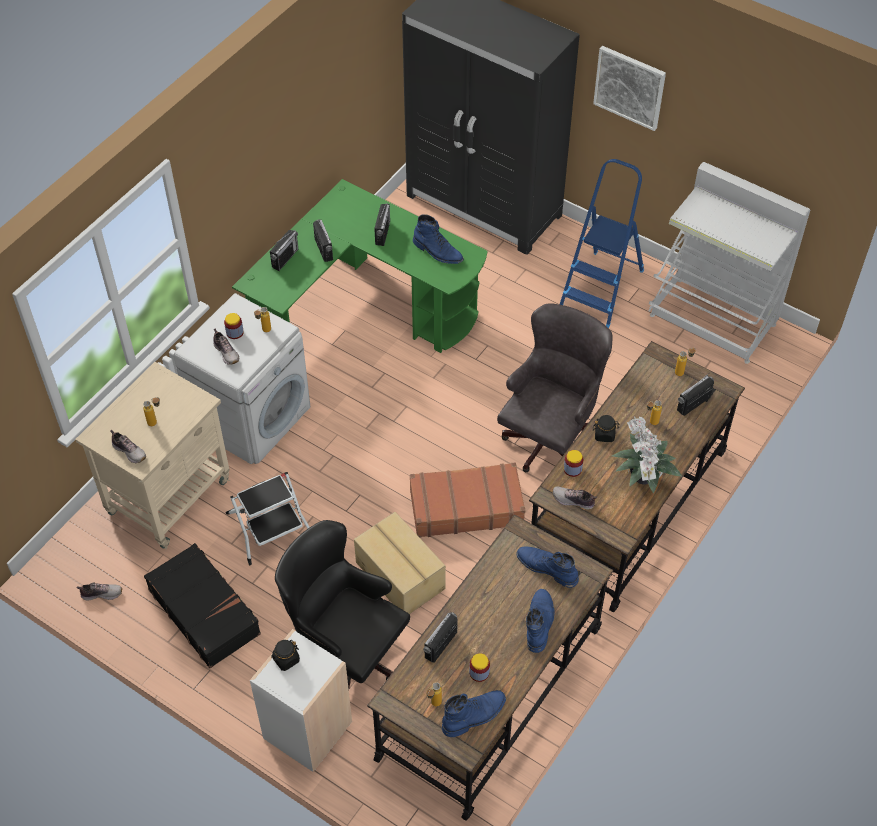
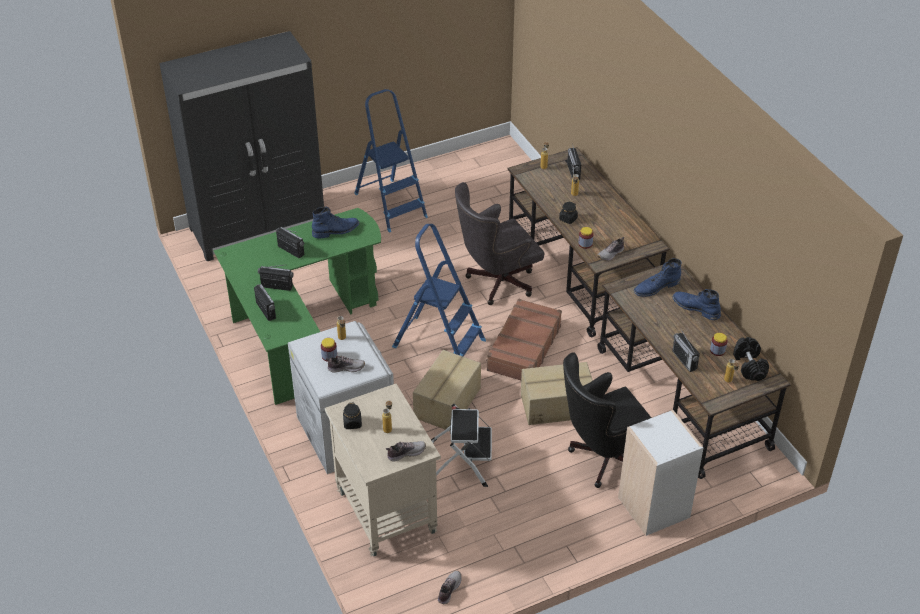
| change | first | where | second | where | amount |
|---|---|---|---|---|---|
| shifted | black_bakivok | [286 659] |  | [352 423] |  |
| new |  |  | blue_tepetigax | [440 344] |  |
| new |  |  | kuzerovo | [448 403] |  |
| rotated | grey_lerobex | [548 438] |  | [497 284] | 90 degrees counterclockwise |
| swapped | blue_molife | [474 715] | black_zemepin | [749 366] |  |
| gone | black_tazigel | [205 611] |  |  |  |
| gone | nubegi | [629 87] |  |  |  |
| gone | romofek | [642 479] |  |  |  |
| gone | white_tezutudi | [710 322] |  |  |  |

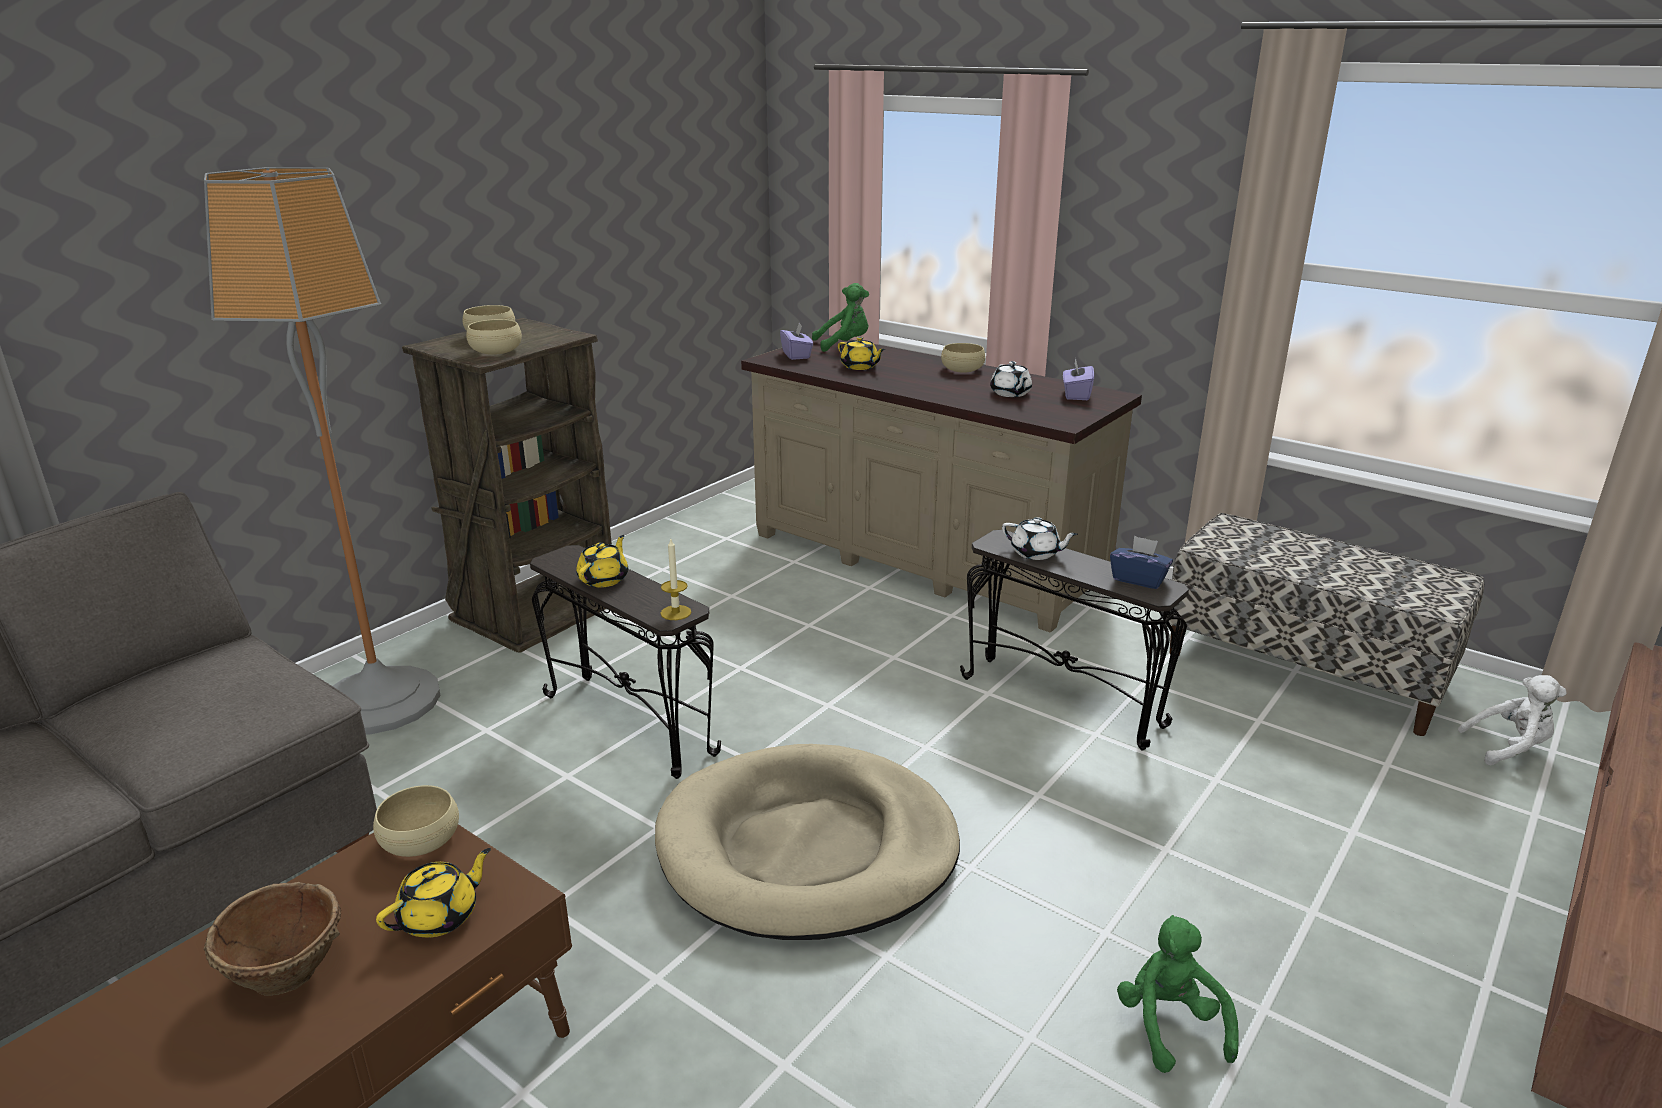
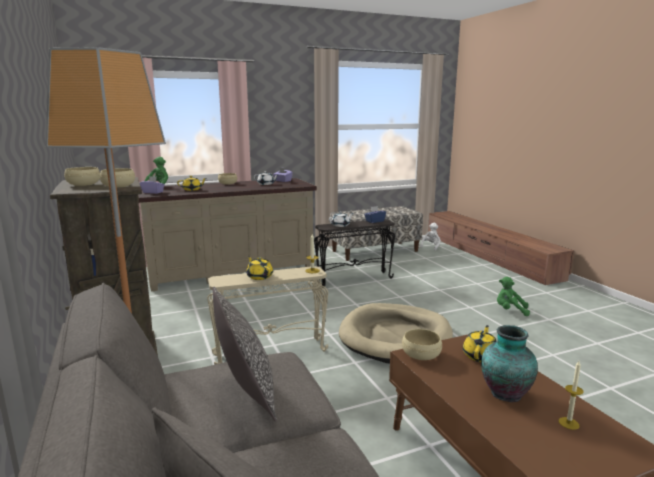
| change | first | where | second | where | amount |
|---|---|---|---|---|---|
| repainted | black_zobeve | [629 725] | beige_zobeve | [270 353] |  |
| new |  |  | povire | [246 393] |  |
| rotated | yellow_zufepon | [440 916] |  | [480 356] | 45 degrees clockwise |
| swapped | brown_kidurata | [288 972] | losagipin | [505 393] |  |
| new |  |  | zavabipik | [568 423] |  |

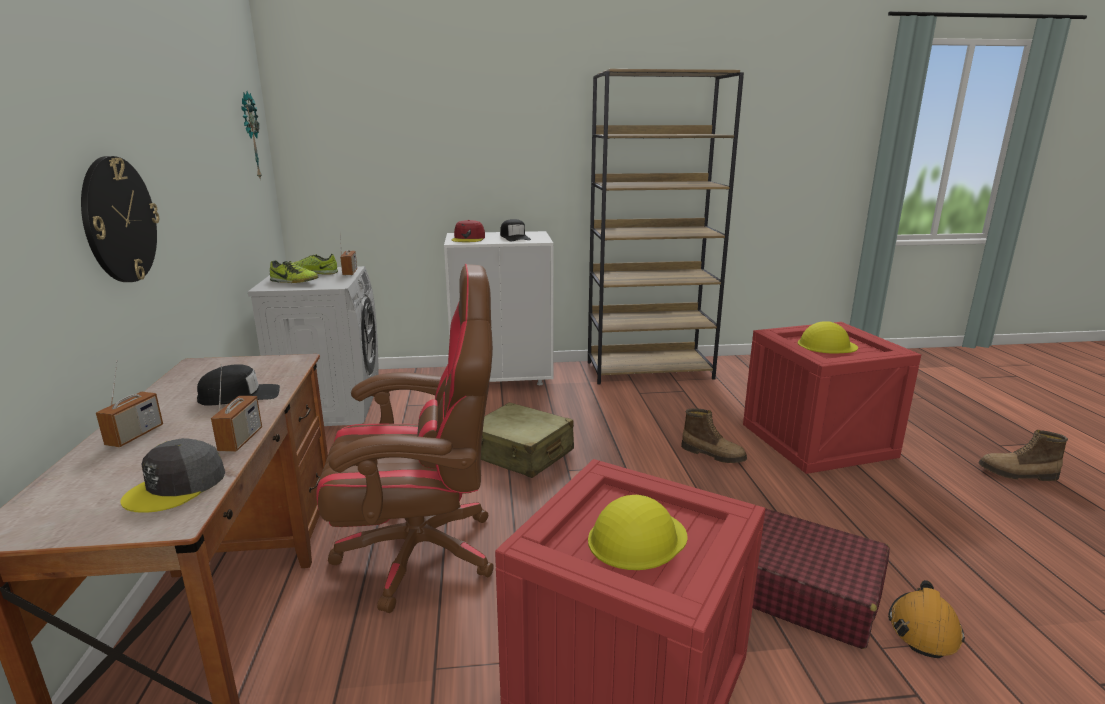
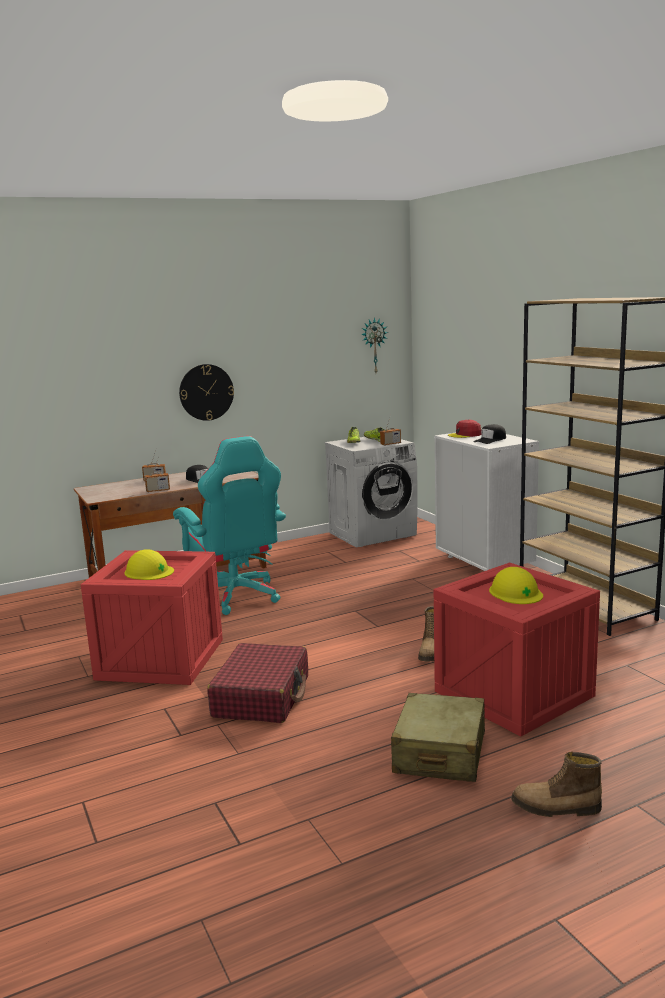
| change | first | where | second | where | amount |
|---|---|---|---|---|---|
| repainted | brown_lerobex | [418 553] | turquoise_lerobex | [235 596] |  |
| shifted | beige_tazigel | [521 454] |  | [440 753] |  |
| rotated | molife | [1017 474] |  | [556 808] | 75 degrees counterclockwise |
| gone | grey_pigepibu | [176 486] |  |  |  |
| gone | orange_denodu | [923 629] |  |  |  |

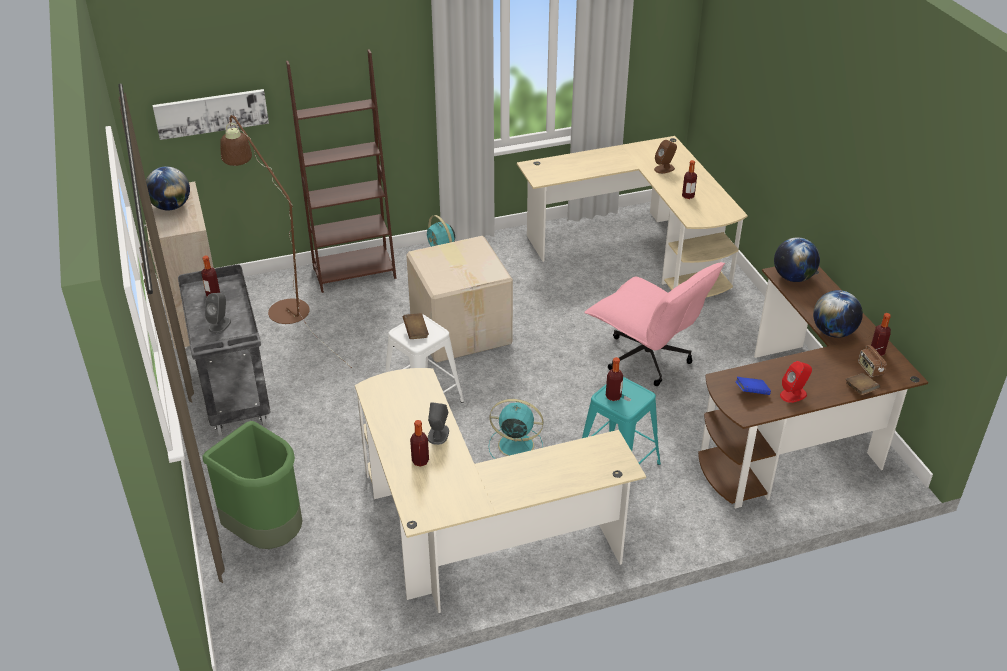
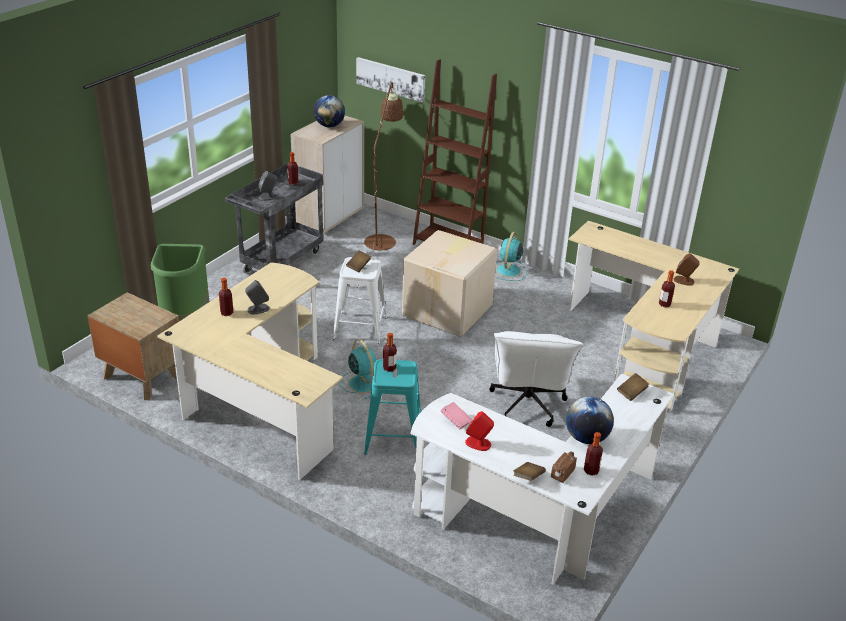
| change | first | where | second | where | amount |
|---|---|---|---|---|---|
| new |  |  | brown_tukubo | [142 376] |  |
| repainted | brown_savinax | [797 432] | white_savinax | [540 516] |  |
| repainted | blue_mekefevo | [751 392] | pink_mekefevo | [456 421] |  |
| repainted | pink_lerobex | [646 357] | white_lerobex | [527 402] |  |
| swapped | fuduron | [793 277] | brown_mekefevo | [632 392] |  |

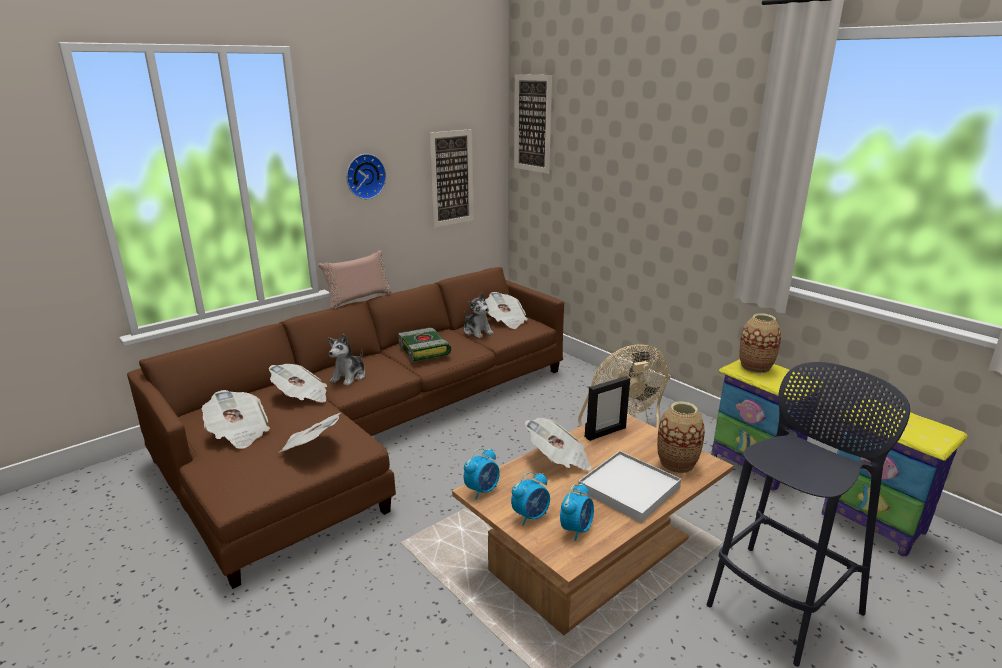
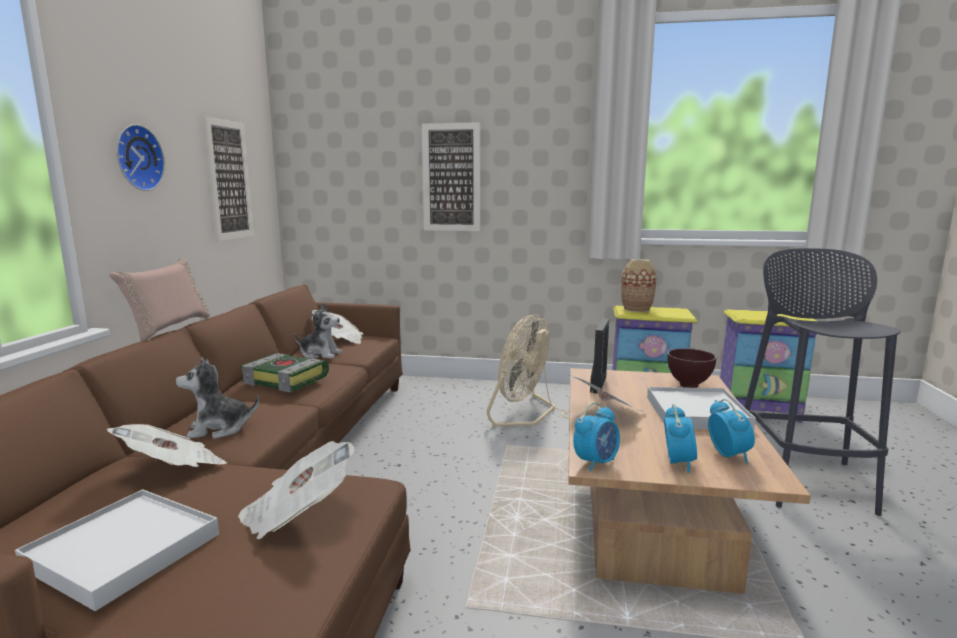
| change | first | where | second | where | amount |
|---|---|---|---|---|---|
| swapped | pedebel | [238 433] | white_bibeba | [124 550] |  |
| rotated | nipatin | [349 377] |  | [219 429] | 90 degrees clockwise |
| shifted | nubegi | [532 123] |  | [451 178] |  |
| rotated | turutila | [482 490] |  | [596 462] | 45 degrees clockwise |
| swapped | losagipin | [676 464] | brown_kidurata | [687 386] |  |

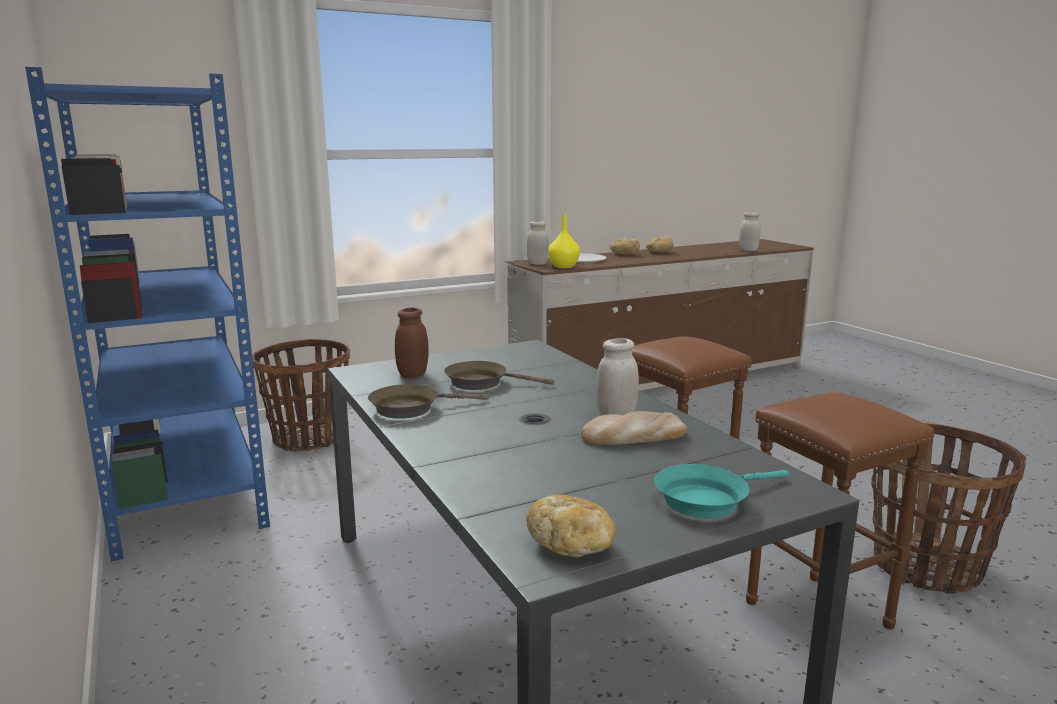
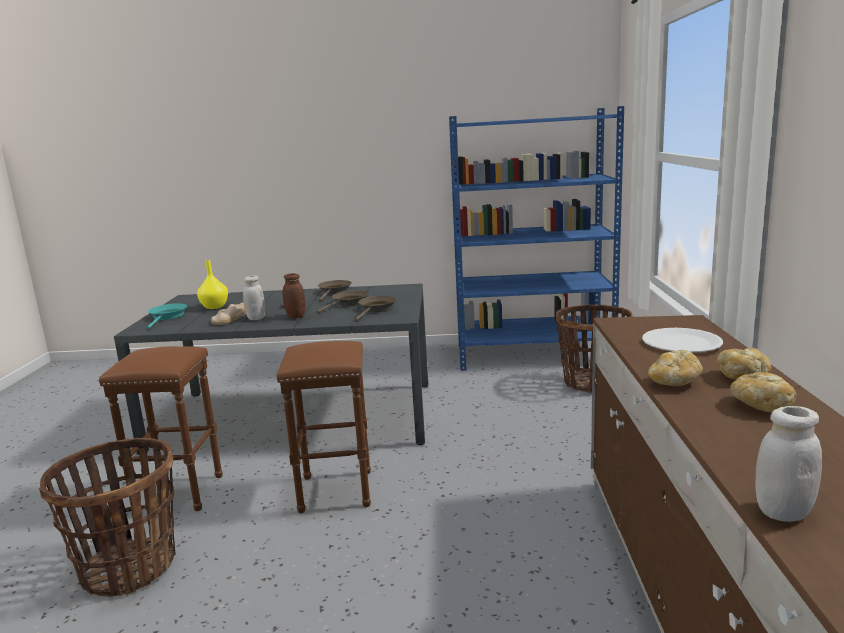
| change | first | where | second | where | amount |
|---|---|---|---|---|---|
| shifted | yellow_losagipin | [564 267] |  | [214 307] |  |
| shifted | brown_bakivok | [413 375] |  | [296 316] |  |
| new |  |  | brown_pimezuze | [376 309] |  |
| shifted | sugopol | [572 545] |  | [674 382] |  |
| gone | white_bakivok | [537 264] |  |  |  |

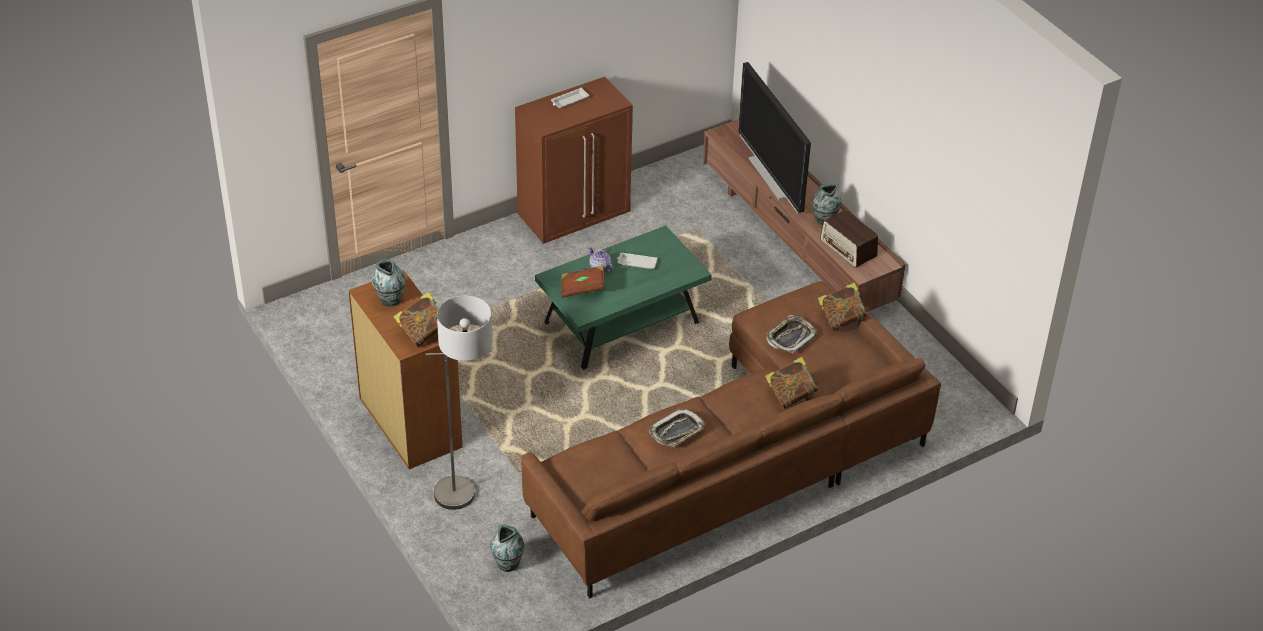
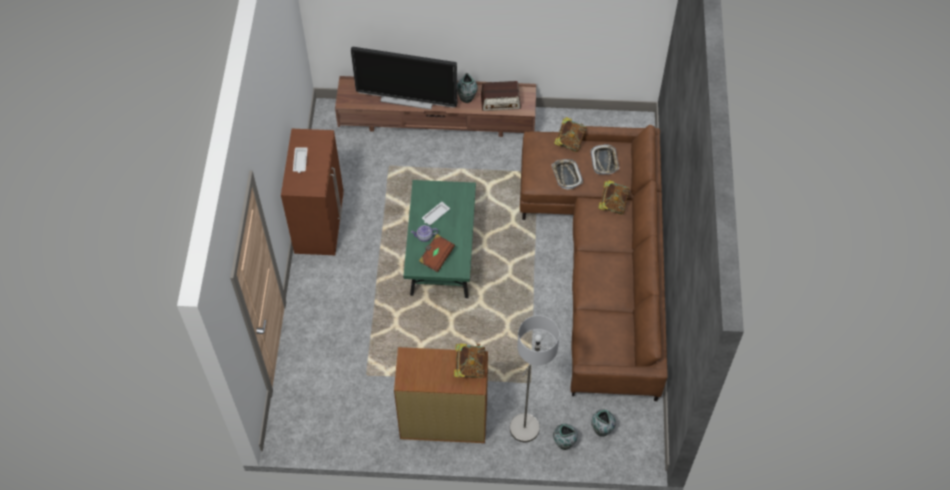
| change | first | where | second | where | amount |
|---|---|---|---|---|---|
| shifted | losagipin | [390 299] |  | [563 443] |  |
| shifted | bibeba | [677 431] |  | [604 161] |  |

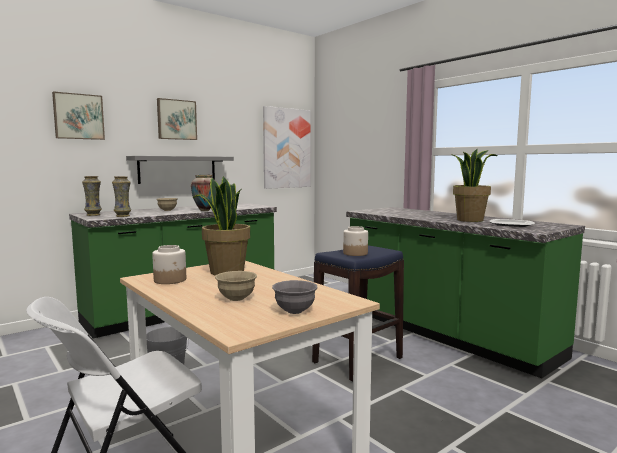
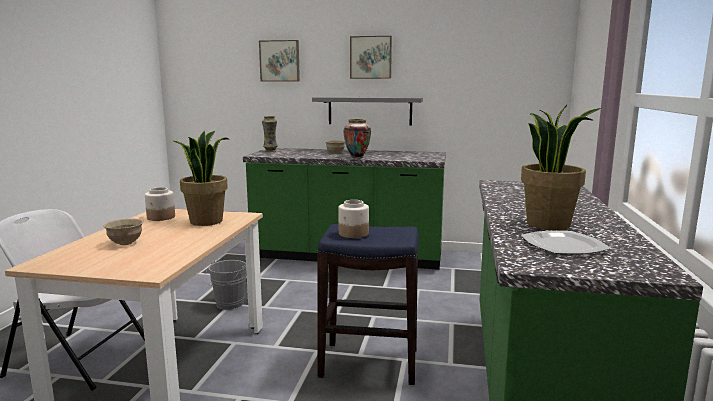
| change | first | where | second | where | amount |
|---|---|---|---|---|---|
| gone | losagipin | [123 216] |  |  |  |
| gone | nubegi | [286 148] |  |  |  |
| gone | grey_kidurata | [294 311] |  |  |  |

